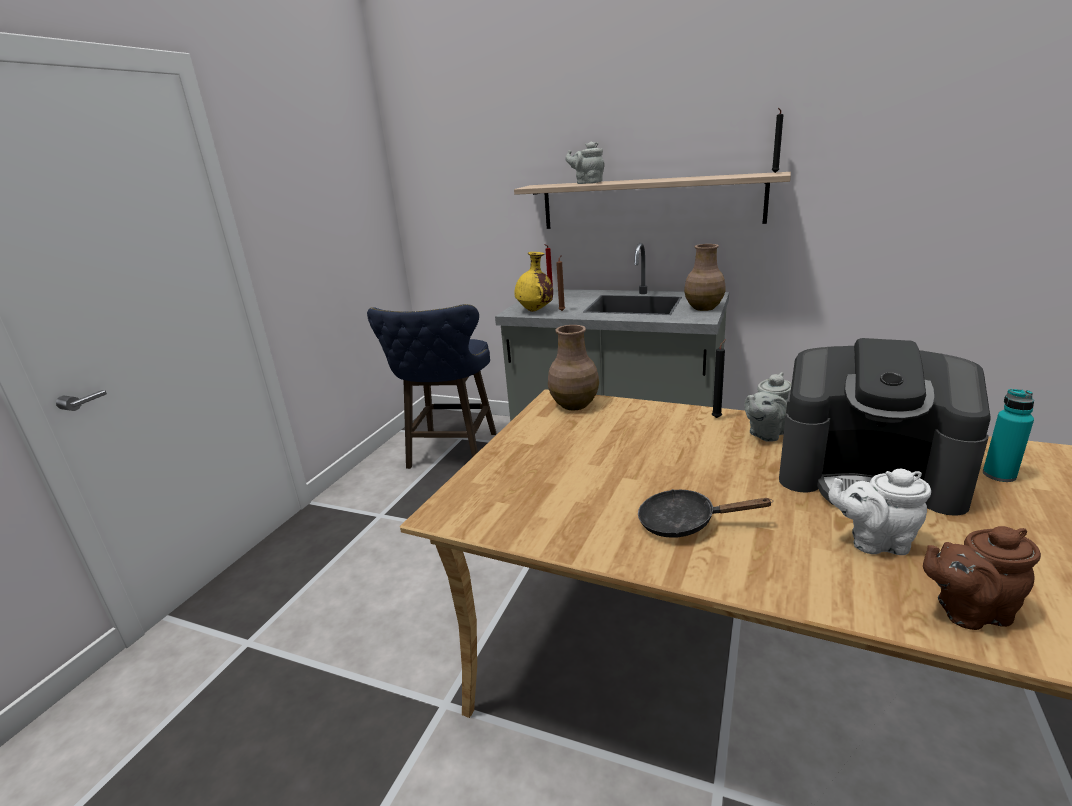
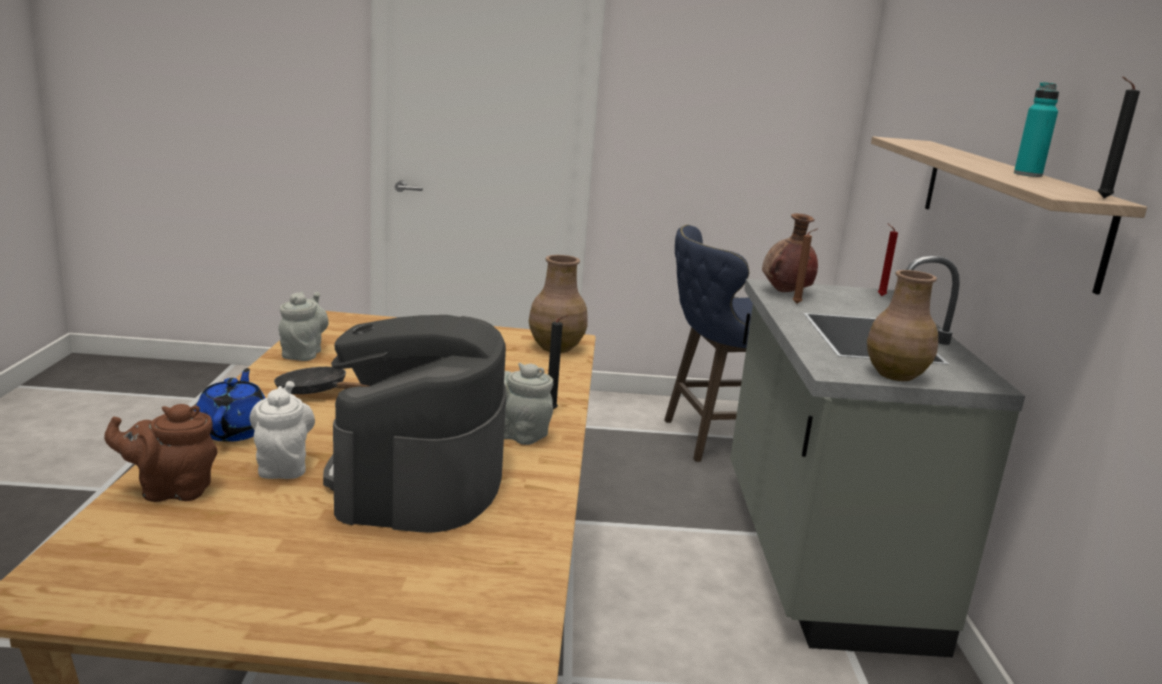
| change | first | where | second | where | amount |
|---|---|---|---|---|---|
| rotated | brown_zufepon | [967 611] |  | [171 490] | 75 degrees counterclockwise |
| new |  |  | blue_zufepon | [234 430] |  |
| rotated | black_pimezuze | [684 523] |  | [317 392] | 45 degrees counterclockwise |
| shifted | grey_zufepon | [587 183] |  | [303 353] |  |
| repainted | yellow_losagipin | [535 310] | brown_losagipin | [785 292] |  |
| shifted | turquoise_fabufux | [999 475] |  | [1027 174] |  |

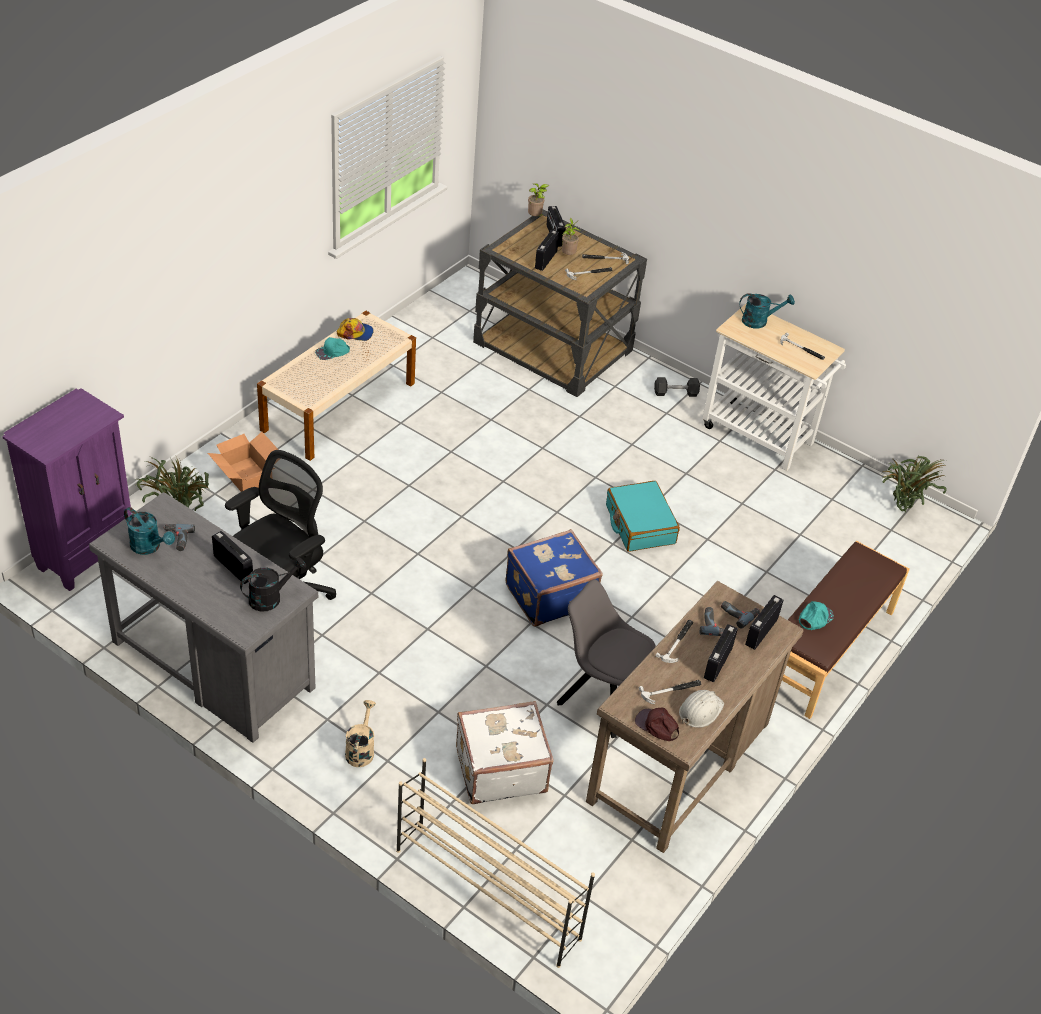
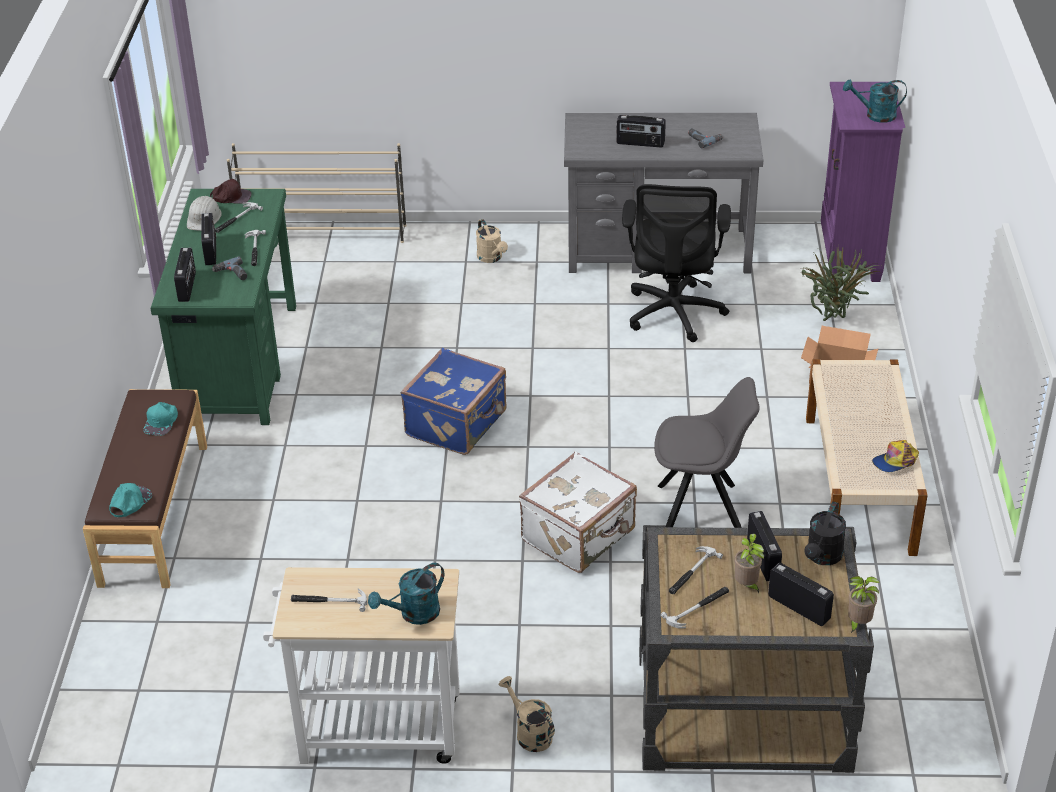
| change | first | where | second | where | amount |
|---|---|---|---|---|---|
| shifted | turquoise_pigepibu | [332 352] |  | [130 502] |  |
| repainted | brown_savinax | [680 762] | green_savinax | [238 362] |  |
| swapped | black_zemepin | [675 393] | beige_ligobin | [529 733] |  |
| shifted | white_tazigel | [500 769] |  | [580 536] |  |
| shifted | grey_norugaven | [601 700] |  | [700 509] |  |
| shifted | black_ligobin | [270 597] |  | [822 557] |  |
| shifted | turquoise_ligobin | [149 547] |  | [875 115] |  |
| gone | turquoise_tazigel | [639 524] |  |  |  |
| gone | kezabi | [739 613] |  |  |  |
| gone | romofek | [900 510] |  |  |  |

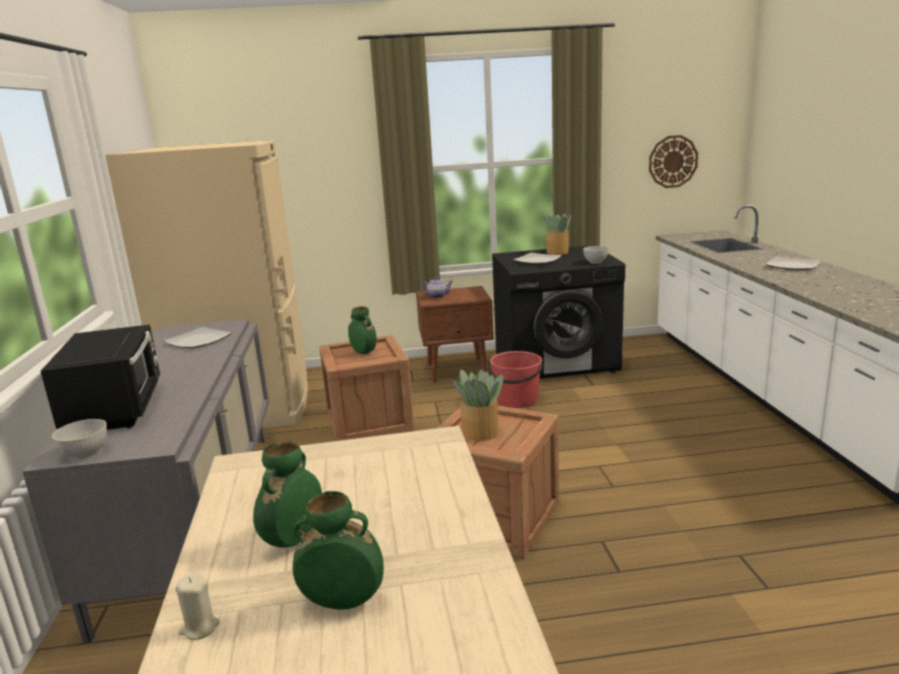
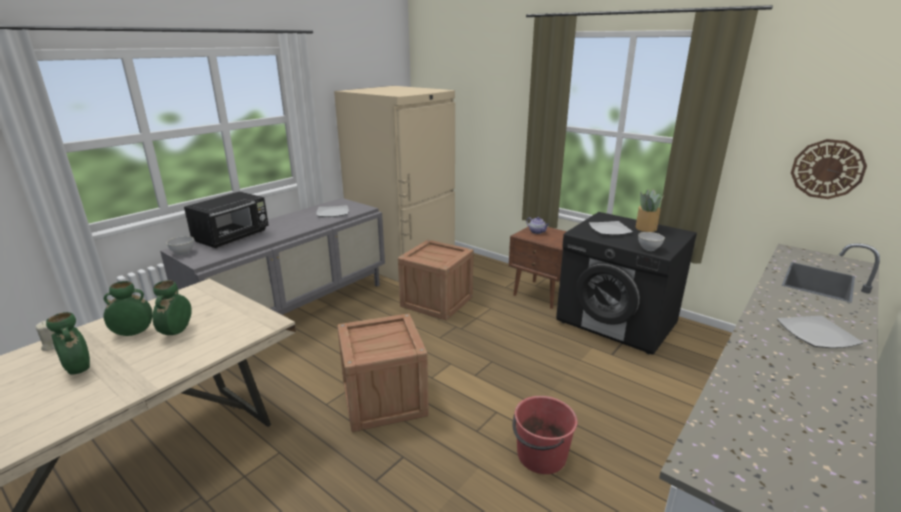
| change | first | where | second | where | amount |
|---|---|---|---|---|---|
| shifted | green_losagipin | [363 352] |  | [177 331] |  |
| shifted | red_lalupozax | [516 400] |  | [540 456] |  |
| gone | romofek | [480 432] |  |  |  |

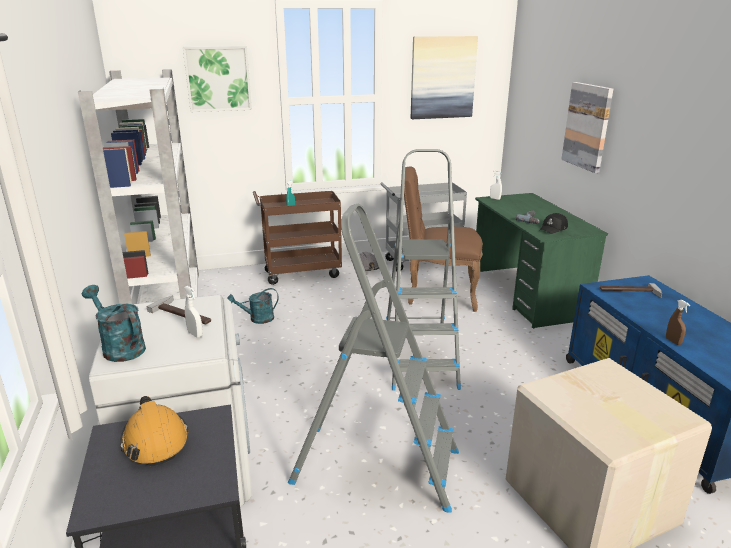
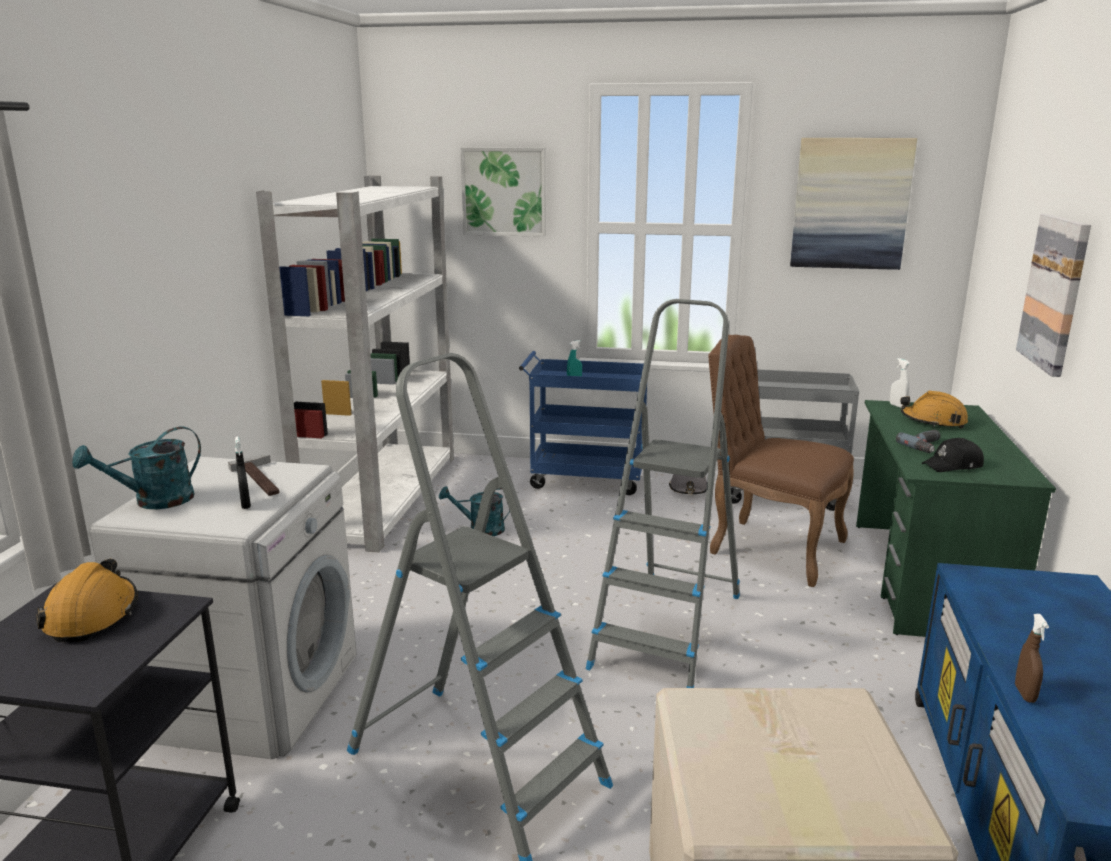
| change | first | where | second | where | amount |
|---|---|---|---|---|---|
| rotated | turquoise_ligobin | [119 347] |  | [154 502] | 105 degrees counterclockwise |
| repainted | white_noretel | [195 334] | black_noretel | [245 505] |  |
| repainted | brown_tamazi | [300 275] | blue_tamazi | [583 483] |  |
| new |  |  | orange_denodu | [933 421] |  |
| gone | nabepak | [629 292] |  |  |  |

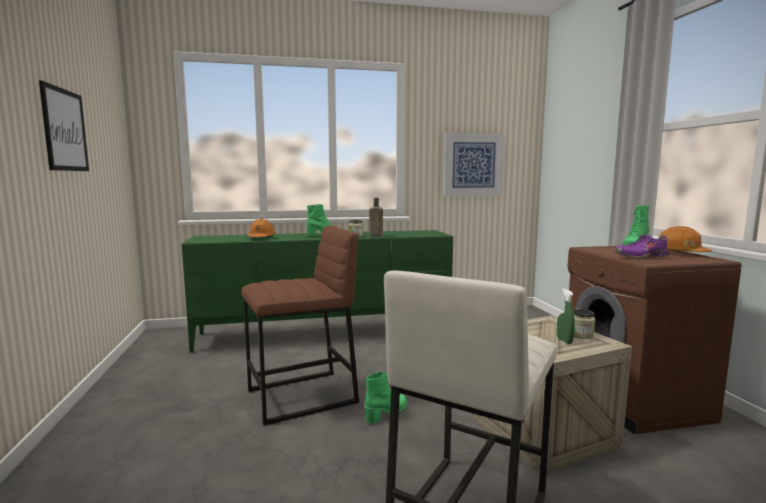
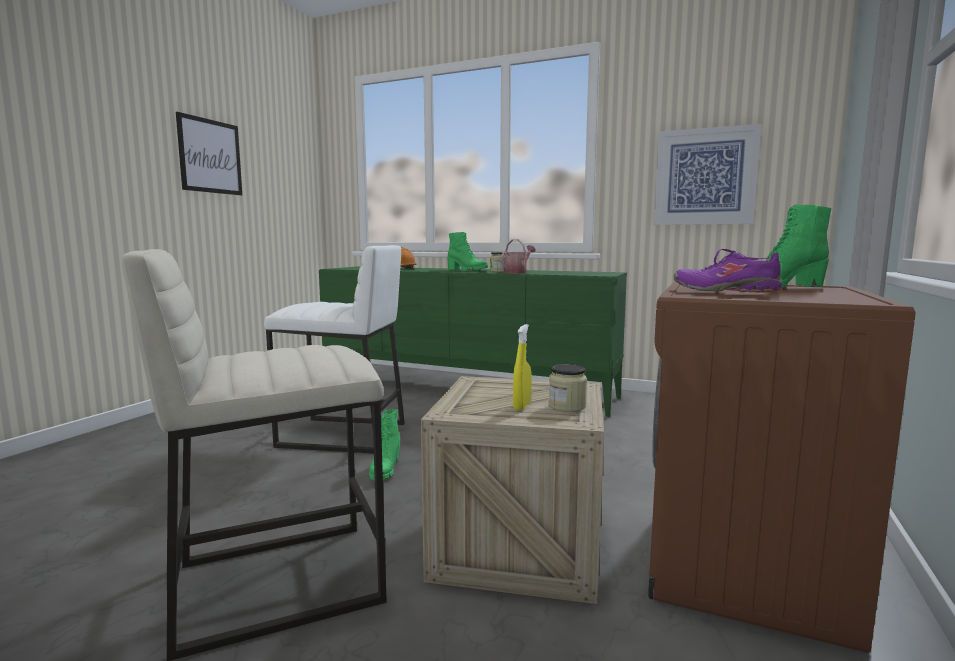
| change | first | where | second | where | amount |
|---|---|---|---|---|---|
| repainted | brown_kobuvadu | [302 396] | white_kobuvadu | [343 435] |  |
| rotated | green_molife | [387 413] |  | [385 470] | 105 degrees clockwise |
| swapped | brown_fabufux | [375 236] | ligobin | [517 272] |  |
| repainted | green_noretel | [564 341] | yellow_noretel | [522 406] |  |
| gone | orange_denodu | [680 253] |  |  |  |

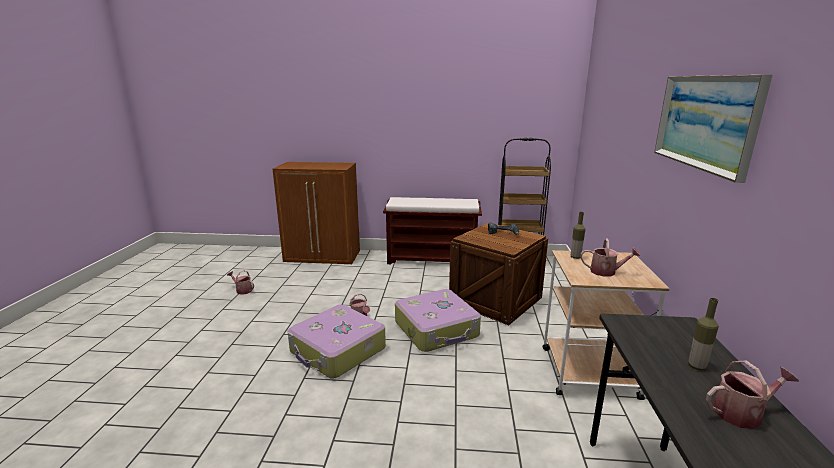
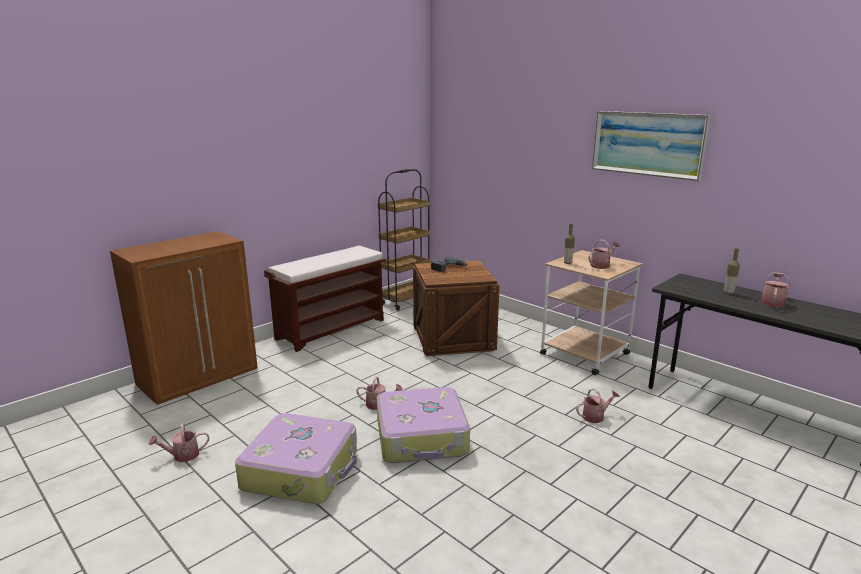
| change | first | where | second | where | amount |
|---|---|---|---|---|---|
| shifted | tazigel | [437 329] |  | [302 470] |  |
| new |  |  | ligobin | [595 416] |  |

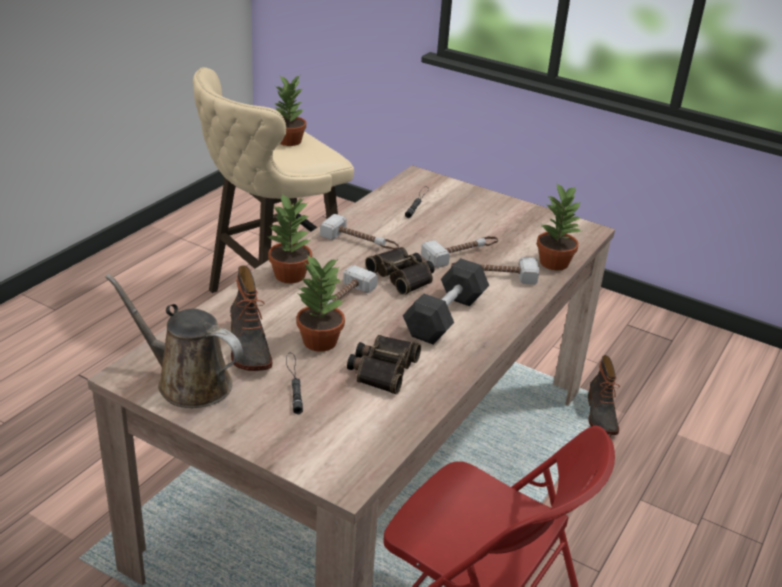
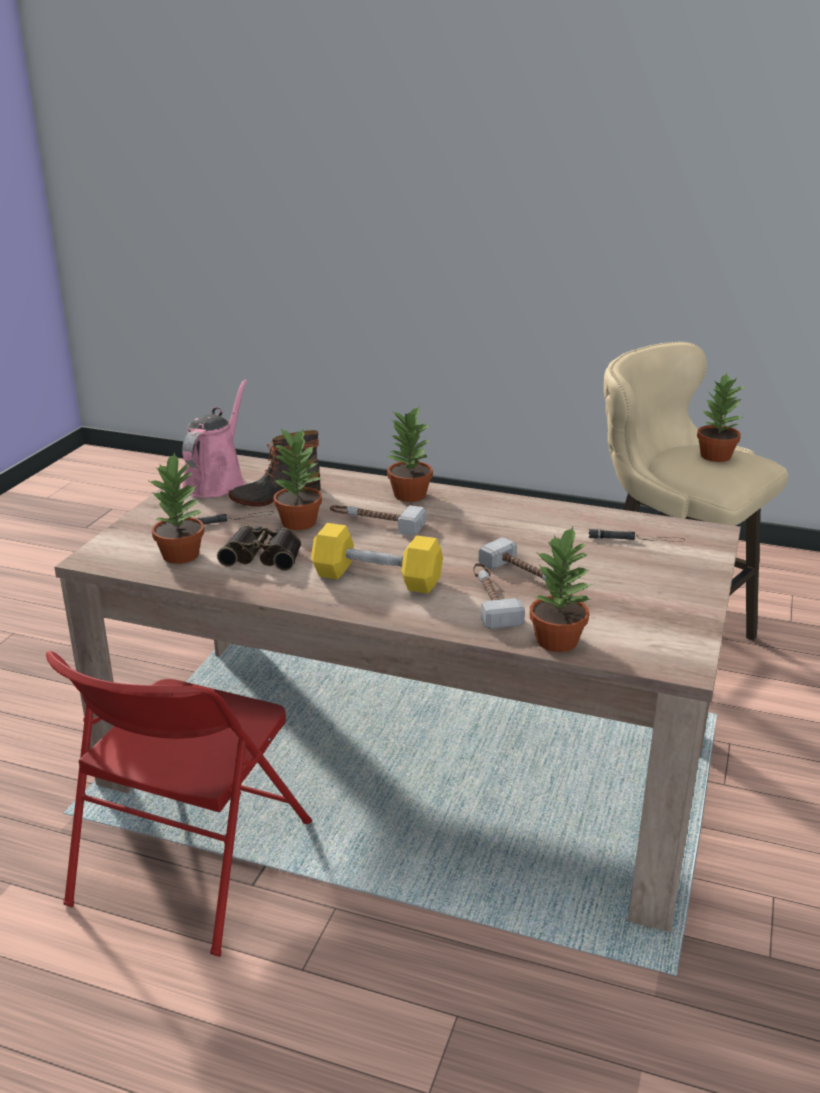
| change | first | where | second | where | amount |
|---|---|---|---|---|---|
| new |  |  | romofek | [182 555] |  |
| repainted | brown_ligobin | [188 382] | pink_ligobin | [216 482] |  |
| repainted | grey_zemepin | [445 317] | yellow_zemepin | [377 578] |  |
| gone | nabepak | [361 242] |  |  |  |
| gone | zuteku | [403 276] |  |  |  |
| gone | molife | [600 415] |  |  |  |

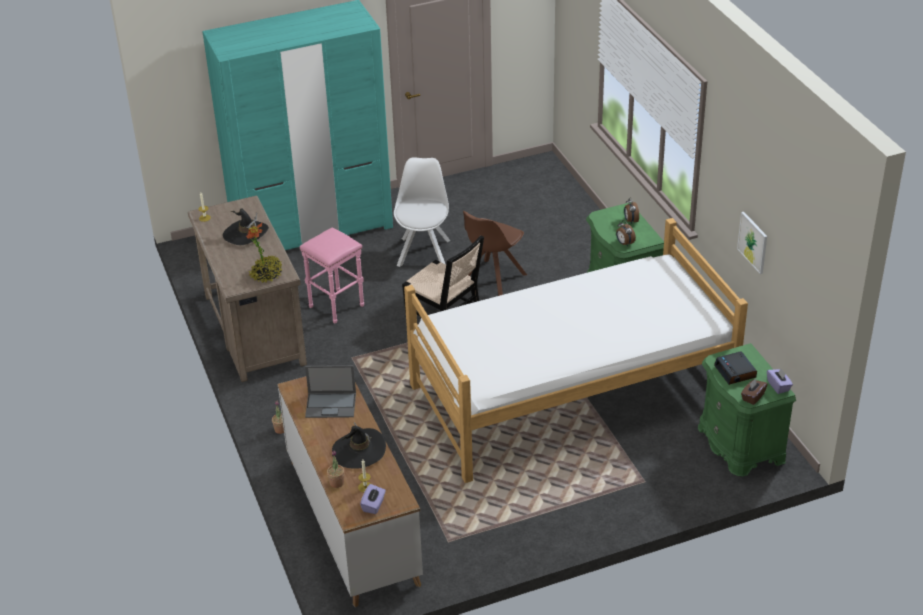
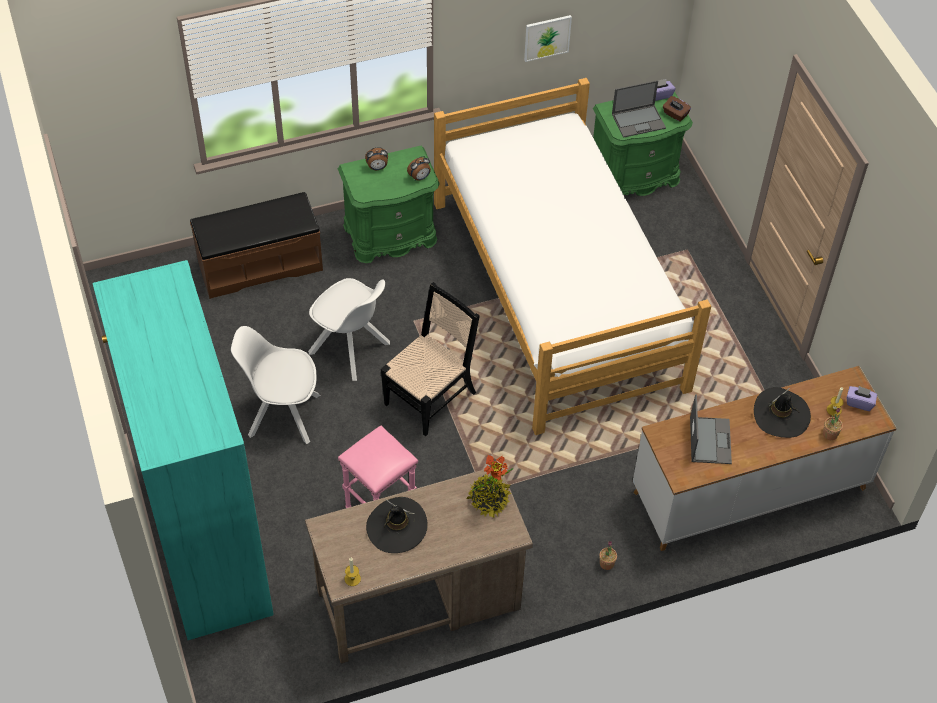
| change | first | where | second | where | amount |
|---|---|---|---|---|---|
| new |  |  | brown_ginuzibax | [260 265] |  |
| repainted | brown_norugaven | [492 280] | white_norugaven | [350 349] |  |
| swapped | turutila | [735 372] | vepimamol | [639 121] |  |

